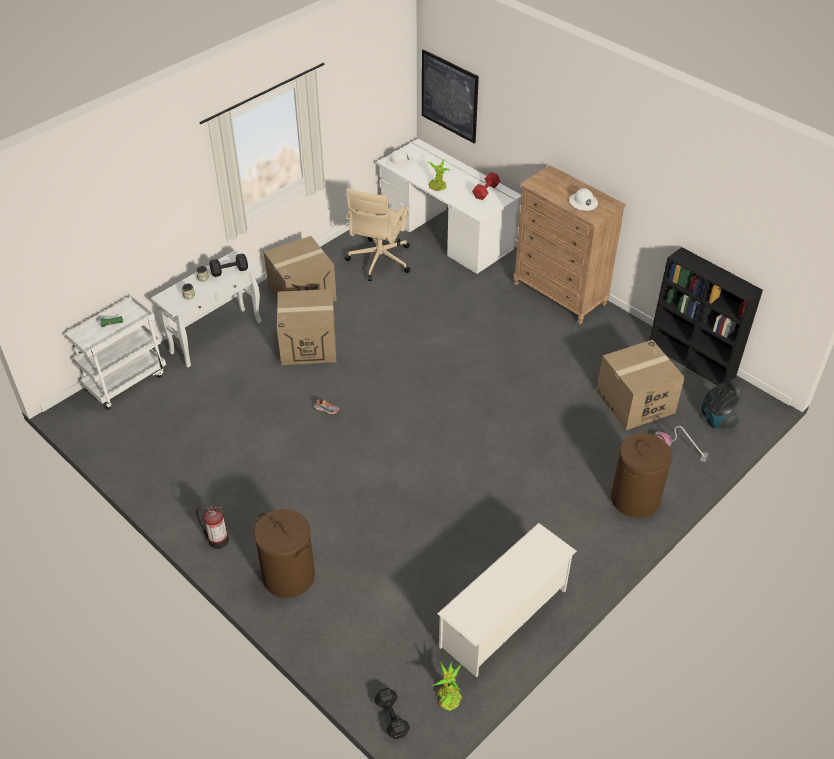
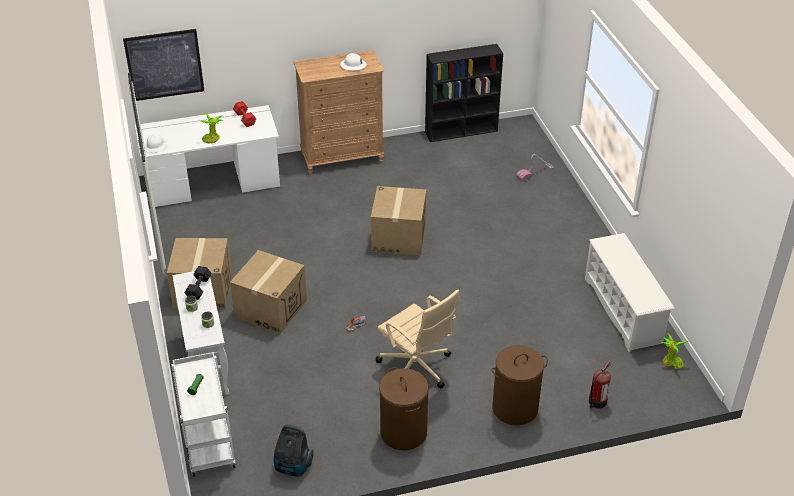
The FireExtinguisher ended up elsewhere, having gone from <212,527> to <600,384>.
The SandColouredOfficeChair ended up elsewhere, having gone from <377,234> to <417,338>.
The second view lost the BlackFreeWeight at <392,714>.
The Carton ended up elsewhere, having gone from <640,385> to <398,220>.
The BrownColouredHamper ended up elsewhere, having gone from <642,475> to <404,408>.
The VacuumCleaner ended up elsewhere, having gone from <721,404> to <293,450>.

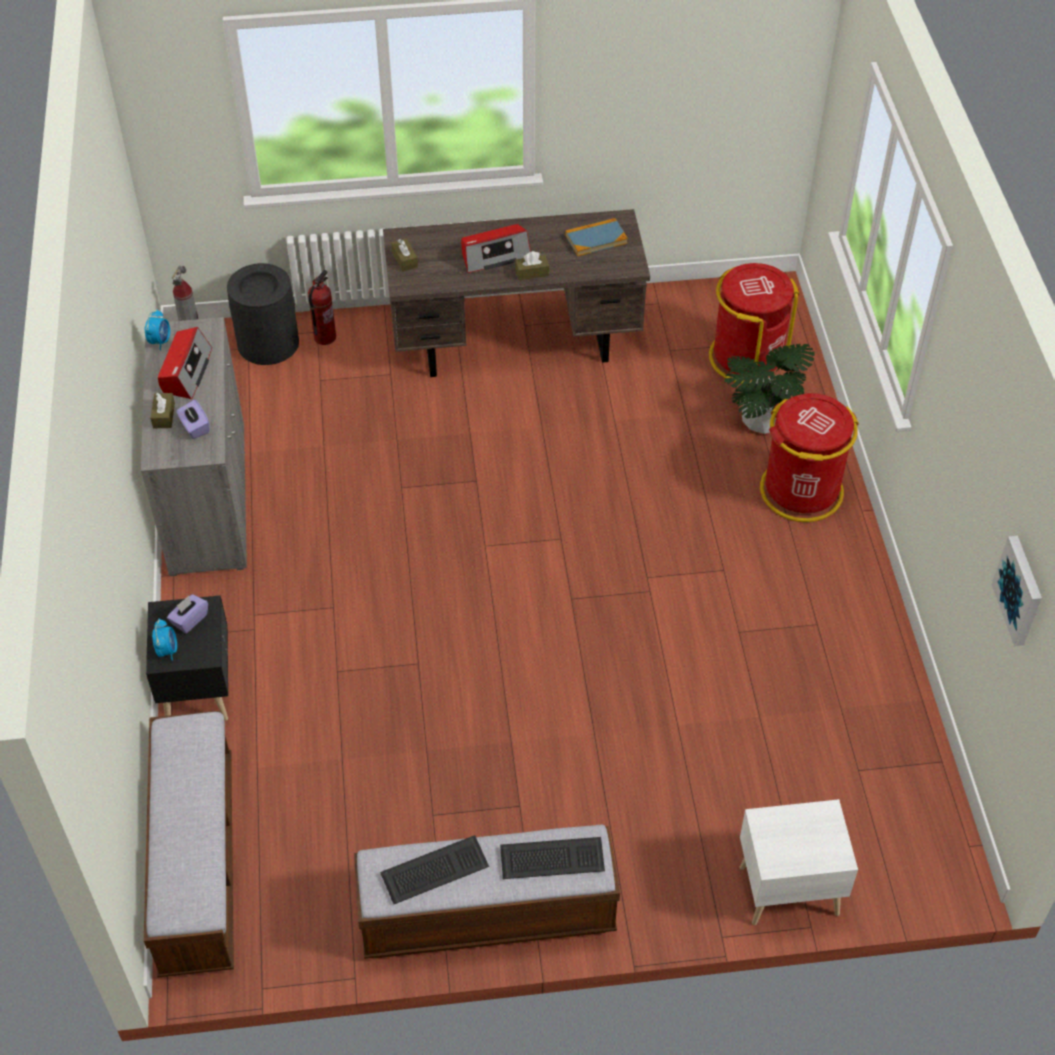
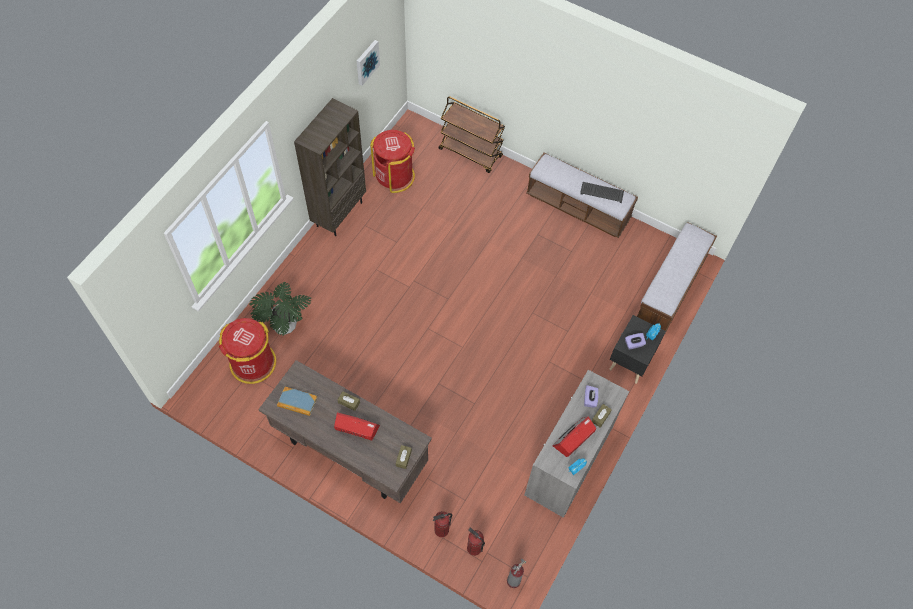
Where the BlackRubbishBin stood at <263,314>, the FireExtinguisher came to stand at <476,542>.
The second view lost the Keyboard at <552,858>.
Where the WhitishNightstand stood at <799,862>, the BrownColouredCart came to stand at <471,134>.
The ReddishRubbishBin ended up elsewhere, having gone from <809,457> to <392,161>.
The second view gained the BrownColouredBookshelf at <330,167>.

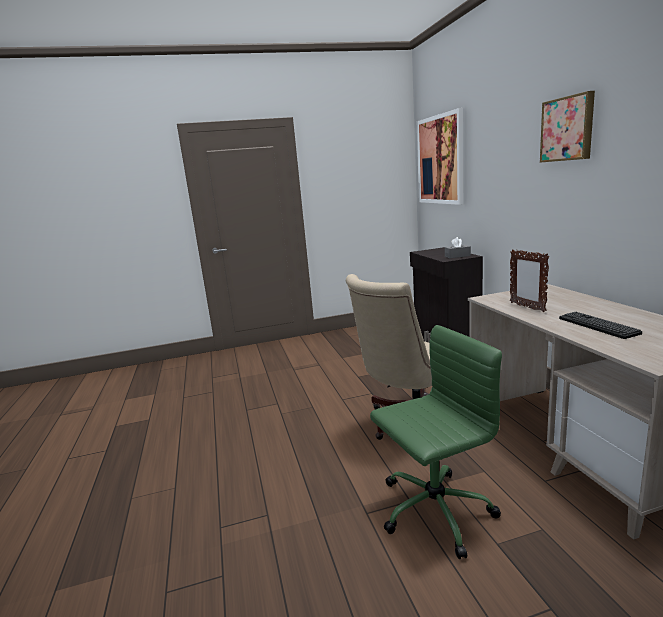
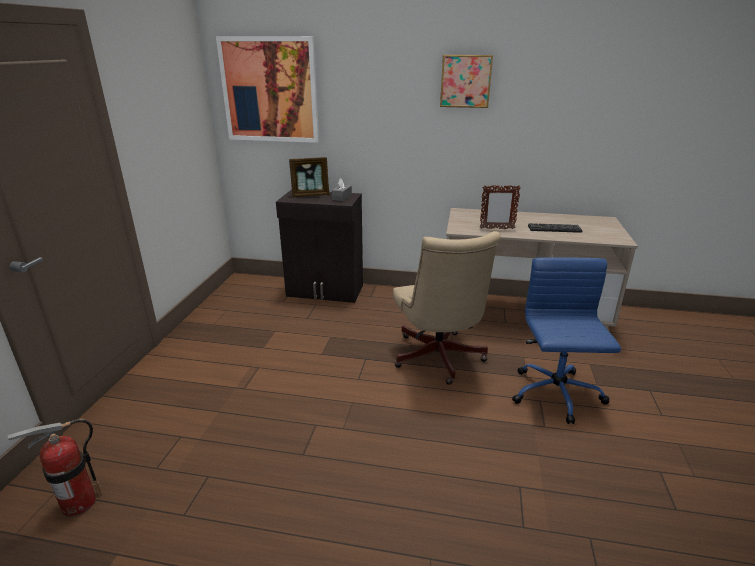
What was the GreenishOfficeChair at <436,442> turned into the BluishOfficeChair at <566,340>.
The second view gained the FireExtinguisher at <54,468>.
The second view gained the StandingFrame at <309,177>.

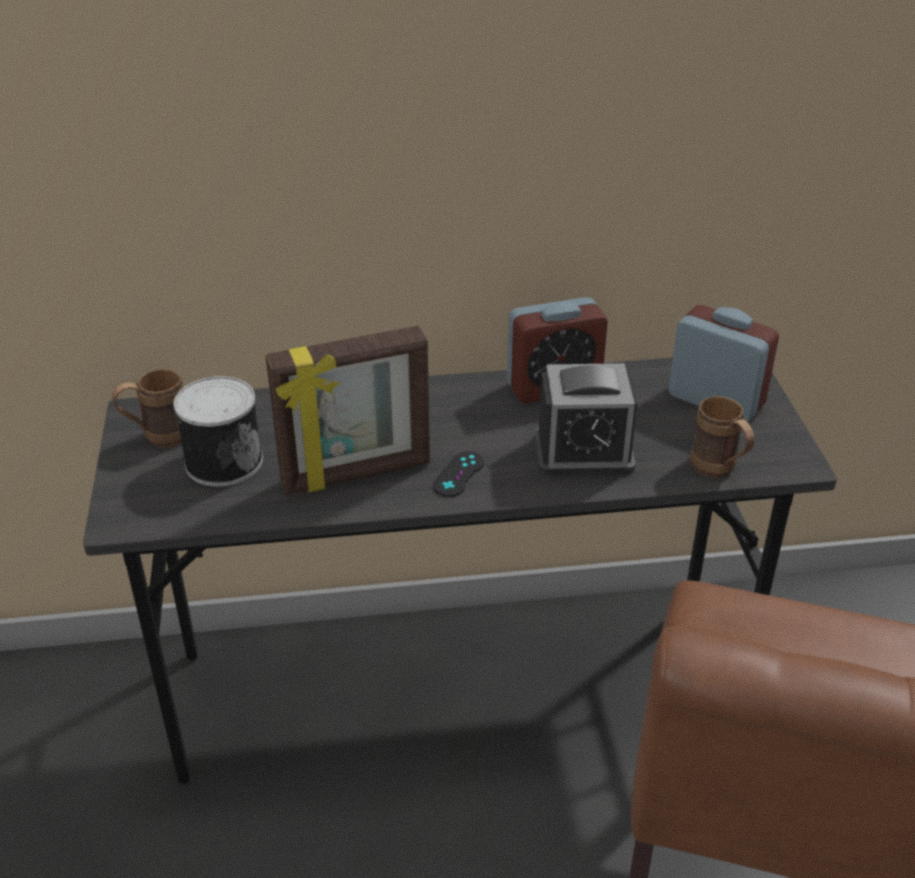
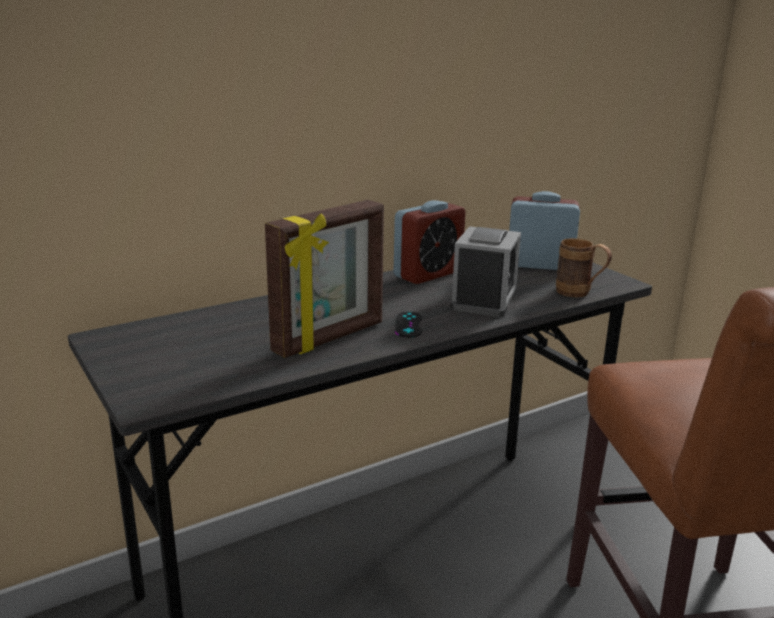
The second view lost the BrownColouredCoffeeMug at <147,408>.
The second view lost the SealedCan at <218,431>.
The TableClock at <586,419> ended up facing another way, 45 degrees counterclockwise from before.

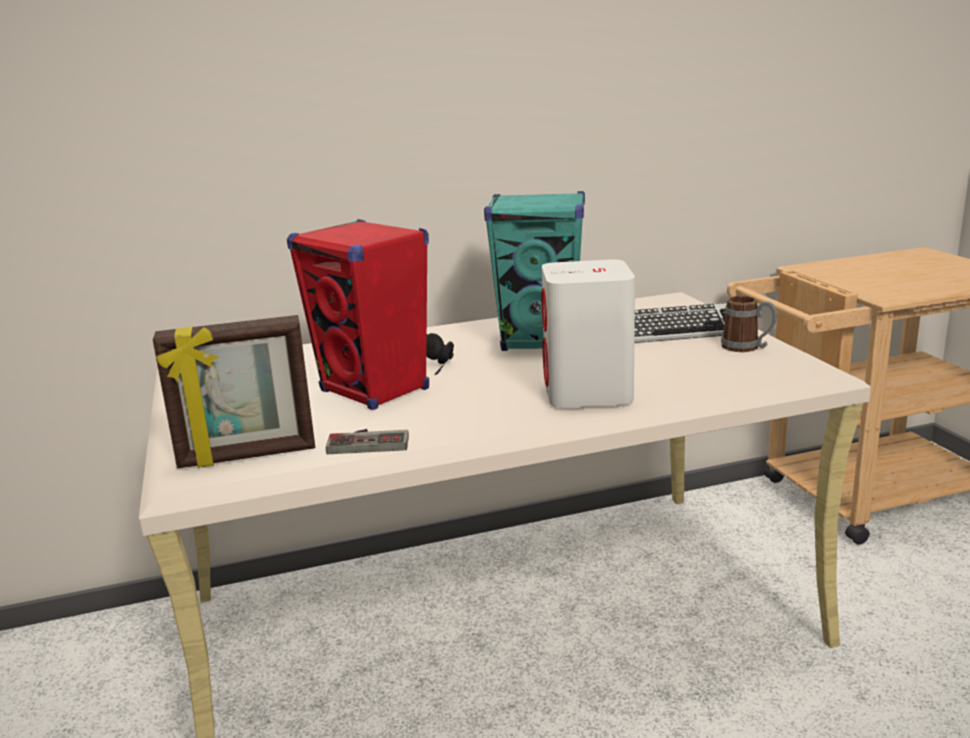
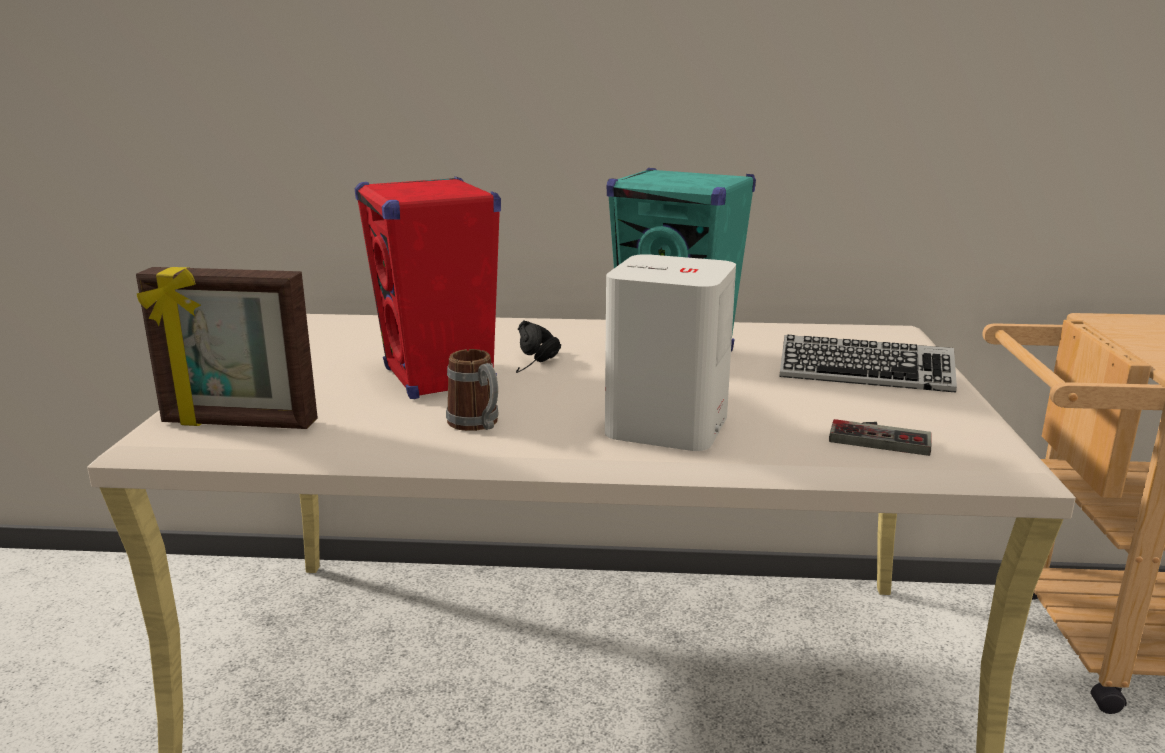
The Gamepad ended up elsewhere, having gone from <367,441> to <880,437>.
The CoffeeMug ended up elsewhere, having gone from <749,324> to <472,390>.

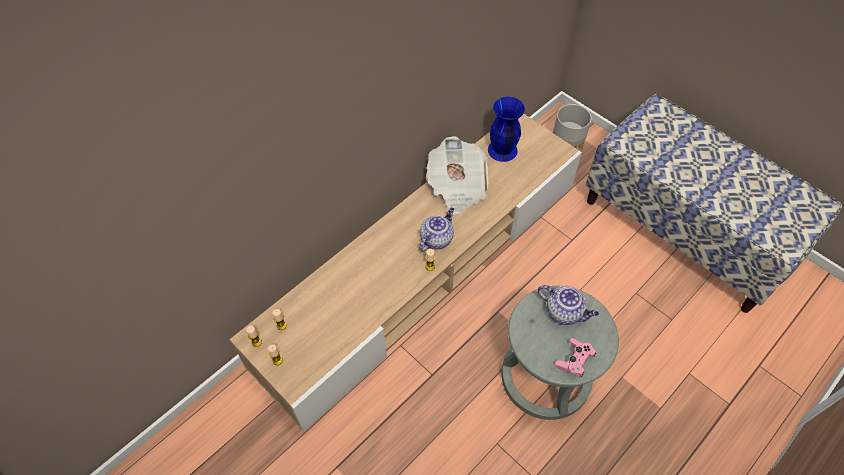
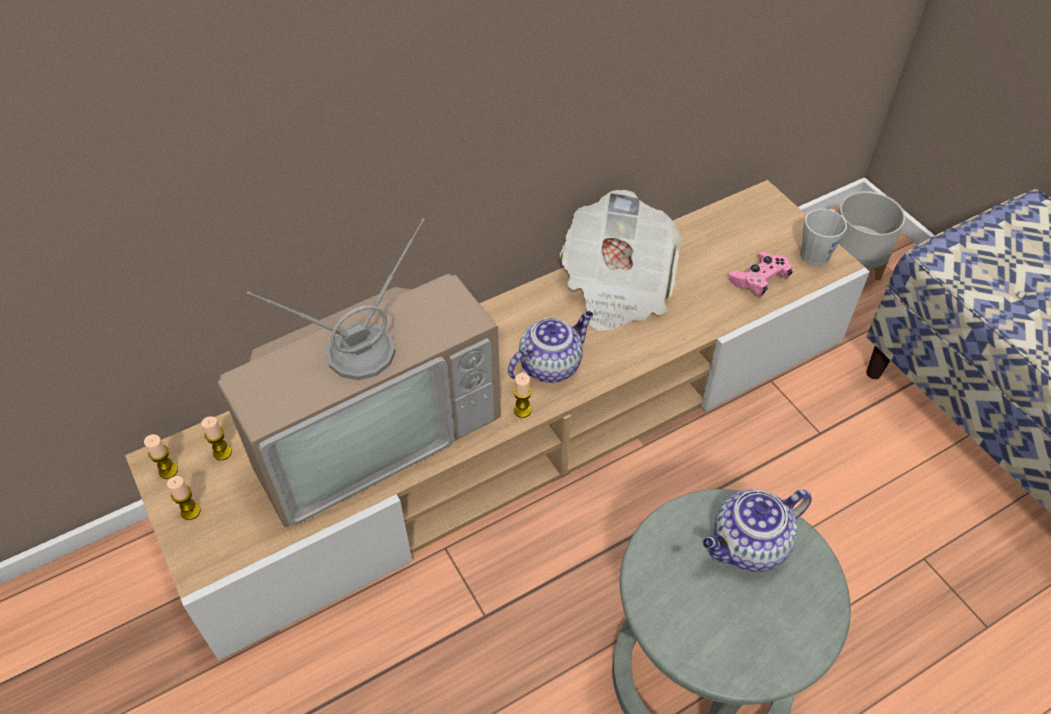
The second view lost the BluishFlowerVase at <506,129>.
The Teapot at <568,305> ended up facing another way, 105 degrees clockwise from before.
The PinkColouredGamepad ended up elsewhere, having gone from <576,357> to <760,274>.
The second view gained the TvSet at <359,372>.
The second view gained the GreyCoffeeMug at <824,237>.

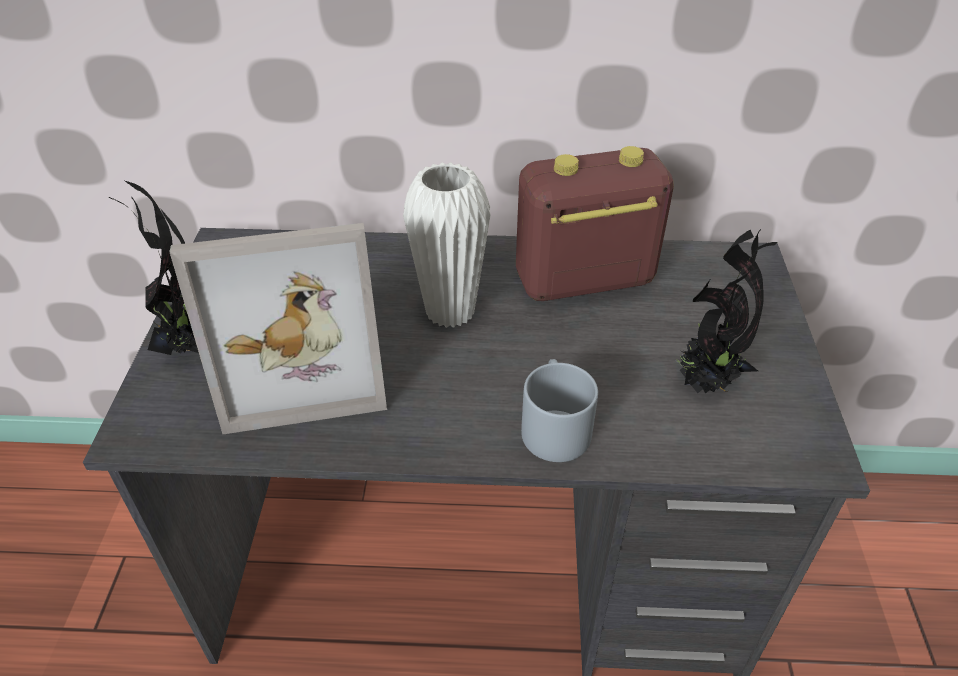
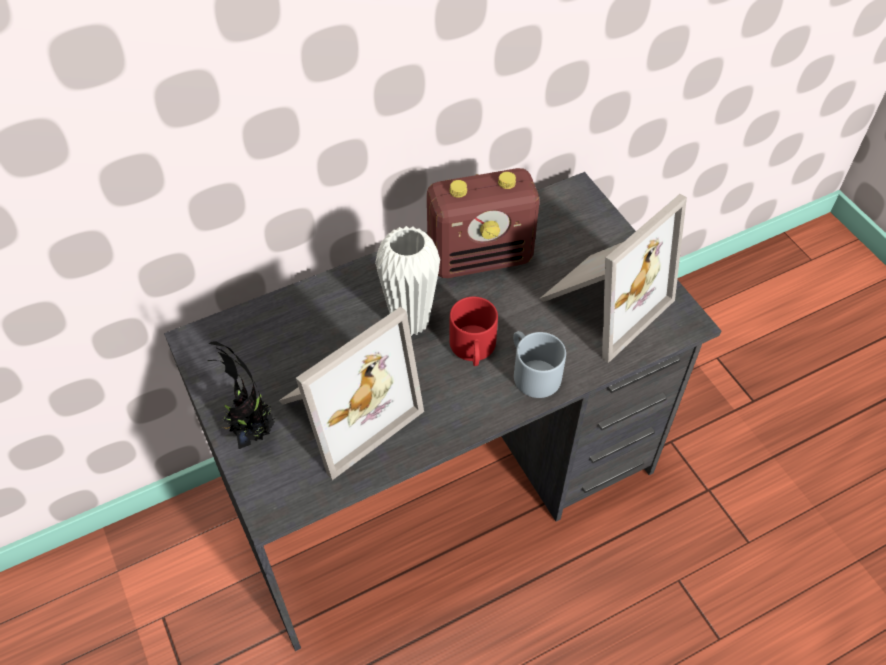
The Radio at <595,223> ended up facing another way, 150 degrees counterclockwise from before.
Where the PlantInAPot stood at <728,310>, the StandingFrame came to stand at <613,278>.
The second view gained the ReddishCoffeeMug at <473,331>.

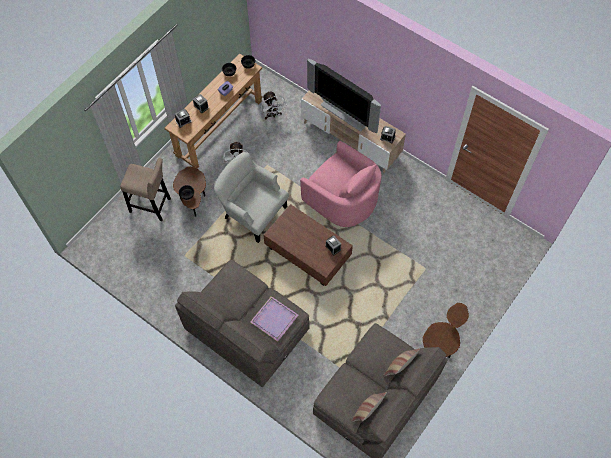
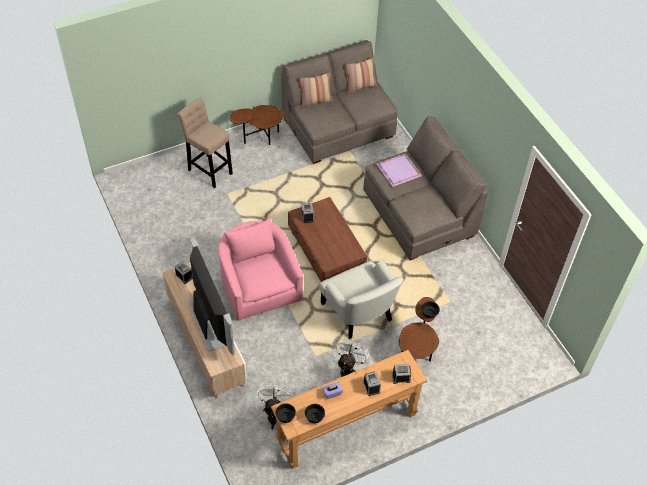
The SandColouredStool ended up elsewhere, having gone from <145,189> to <205,142>.

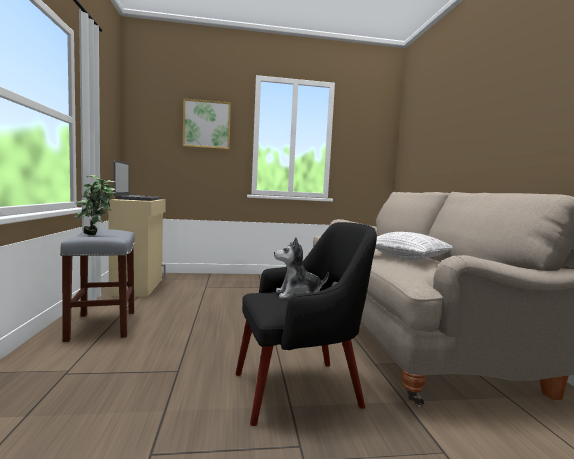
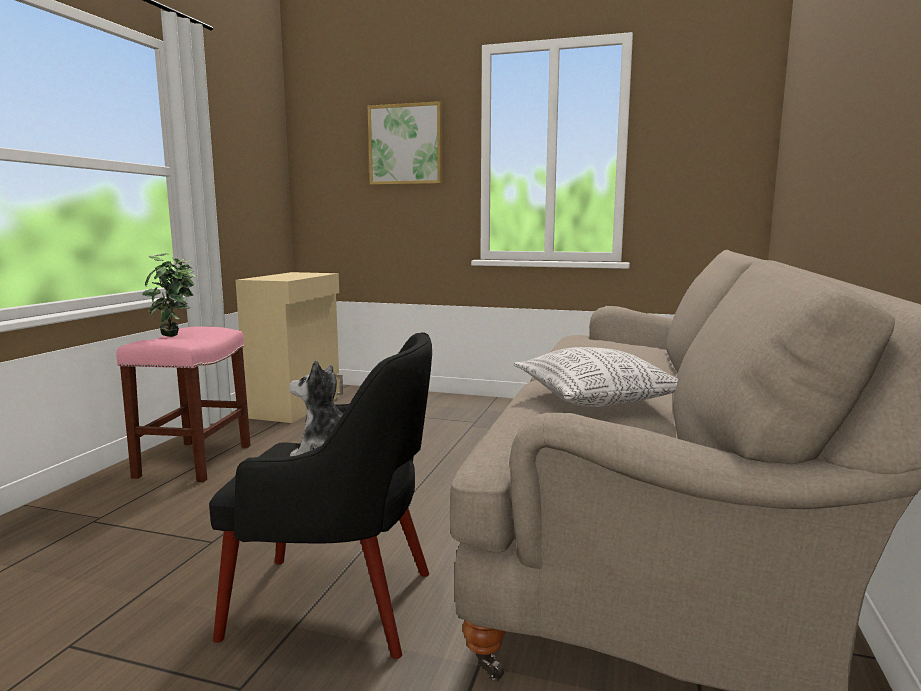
What was the GreyStool at <97,285> turned into the PinkColouredStool at <184,404>.
The second view lost the Laptop at <137,180>.

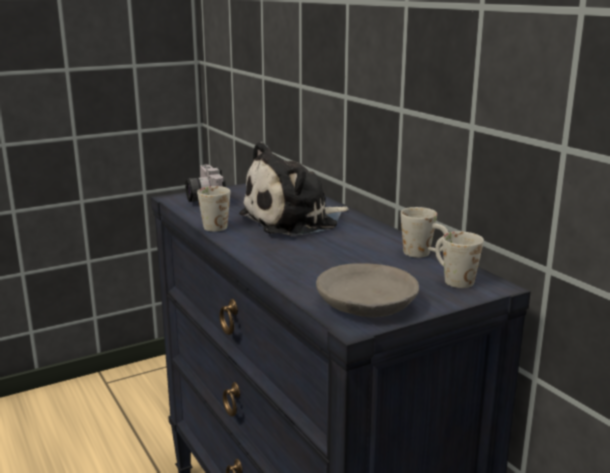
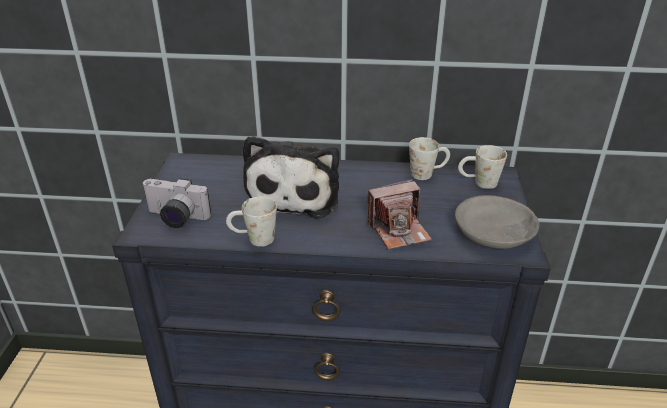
The second view gained the StillCamera at <399,214>.

